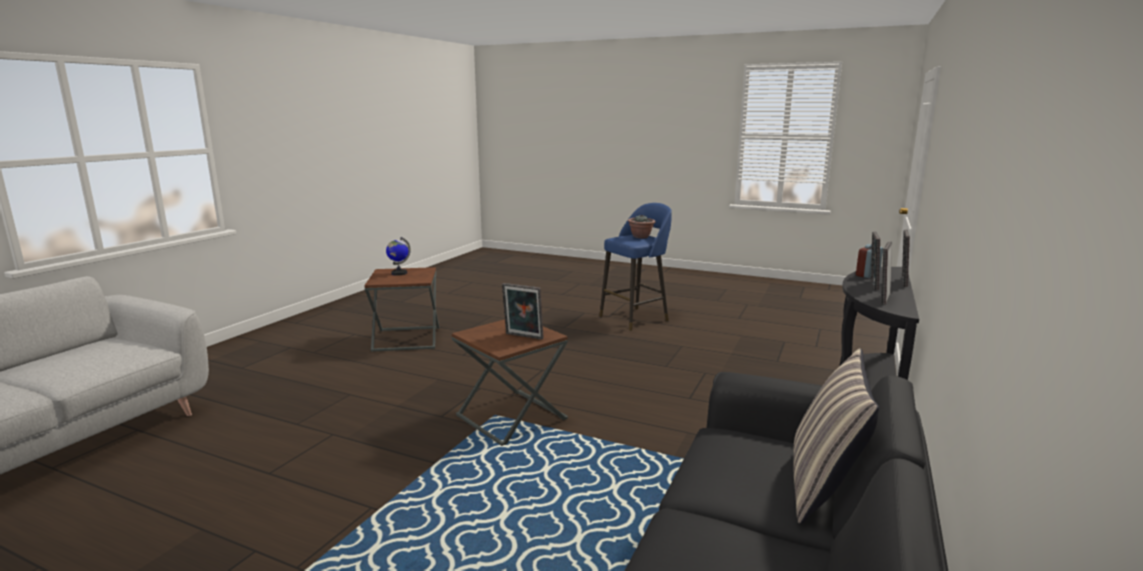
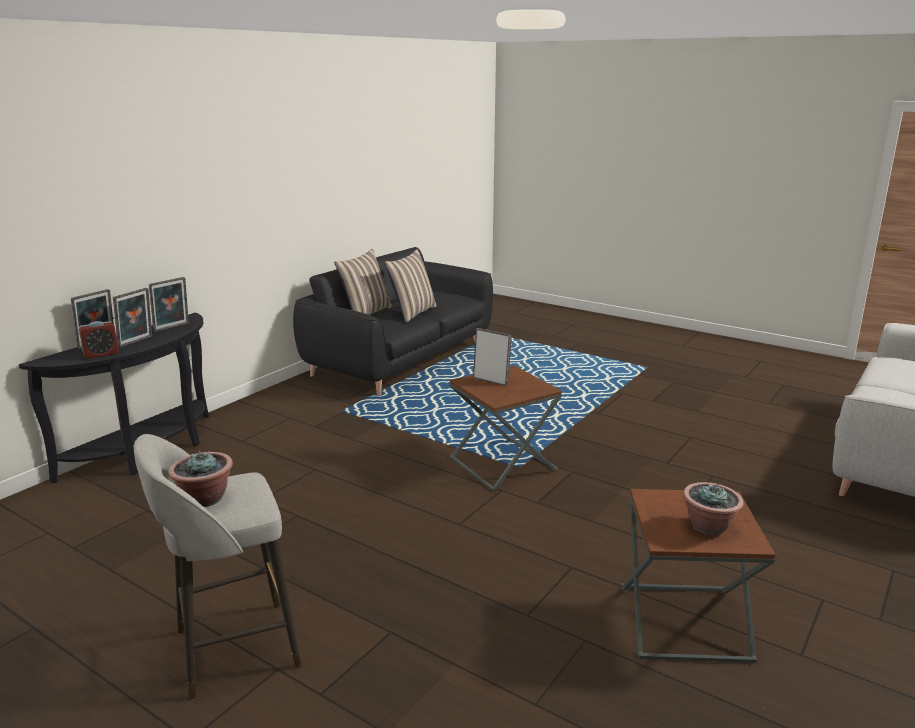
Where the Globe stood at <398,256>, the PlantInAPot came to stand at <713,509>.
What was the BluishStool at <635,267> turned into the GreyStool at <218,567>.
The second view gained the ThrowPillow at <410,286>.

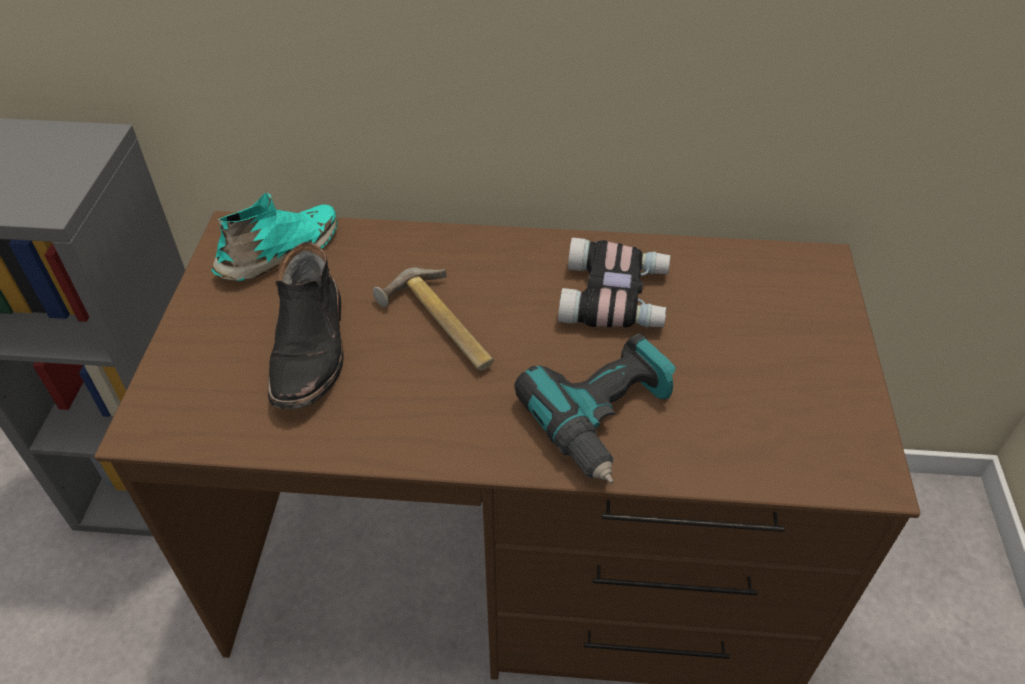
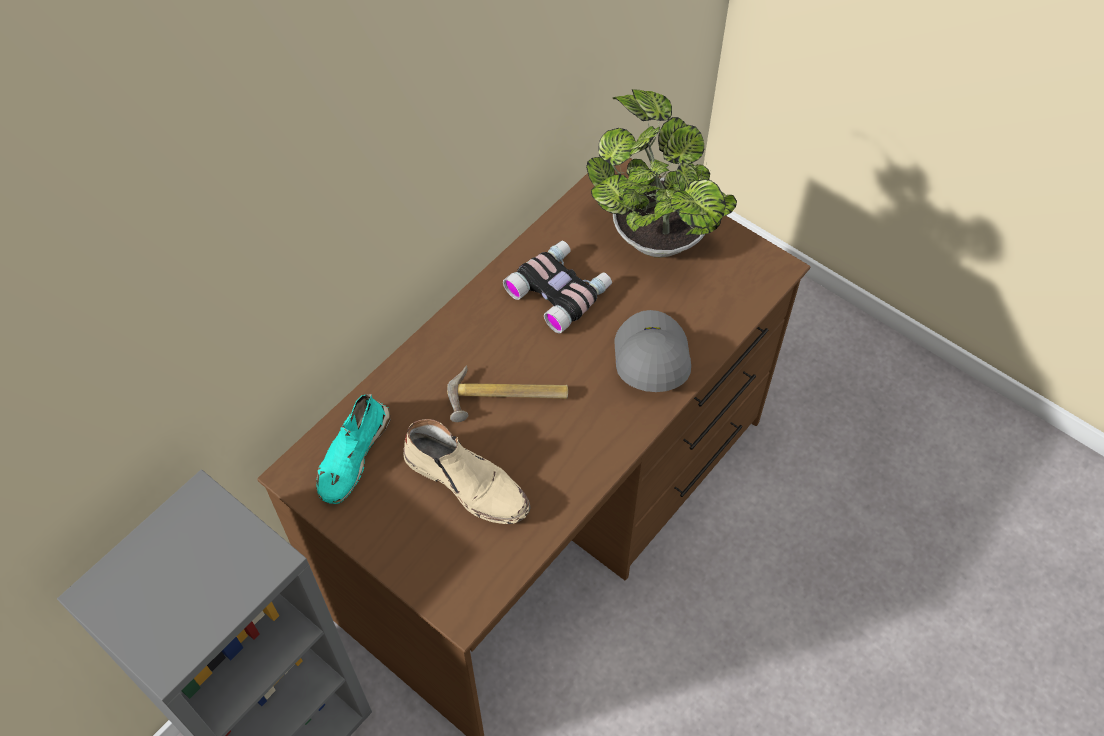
The TurquoiseColouredItemOfFootwear at <274,236> ended up facing another way, 150 degrees counterclockwise from before.
What was the BlackBoot at <306,325> turned into the SandColouredBoot at <467,471>.
Where the Drill stood at <595,409>, the GreyBaseballCap came to stand at <652,351>.
The second view gained the PlantInAPot at <661,173>.

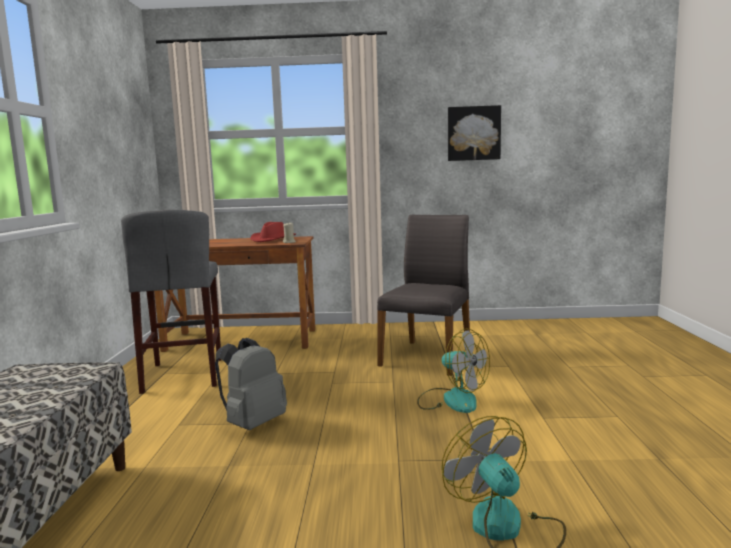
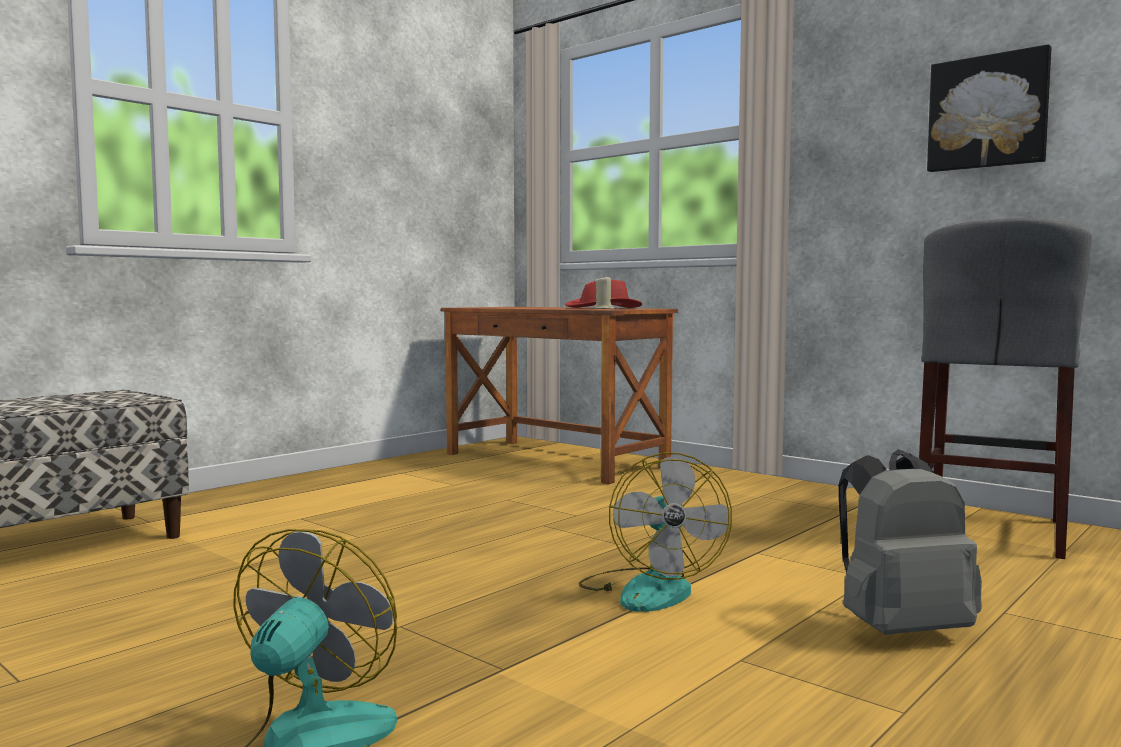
The GreyStool ended up elsewhere, having gone from <171,302> to <1005,388>.
The GreyBackpack ended up elsewhere, having gone from <251,384> to <910,542>.
The second view lost the GreyChair at <423,295>.

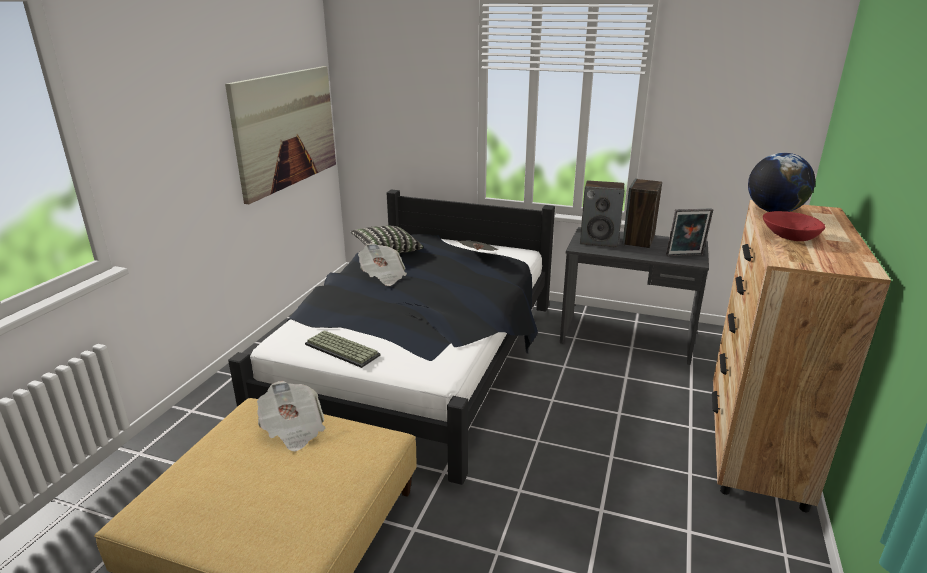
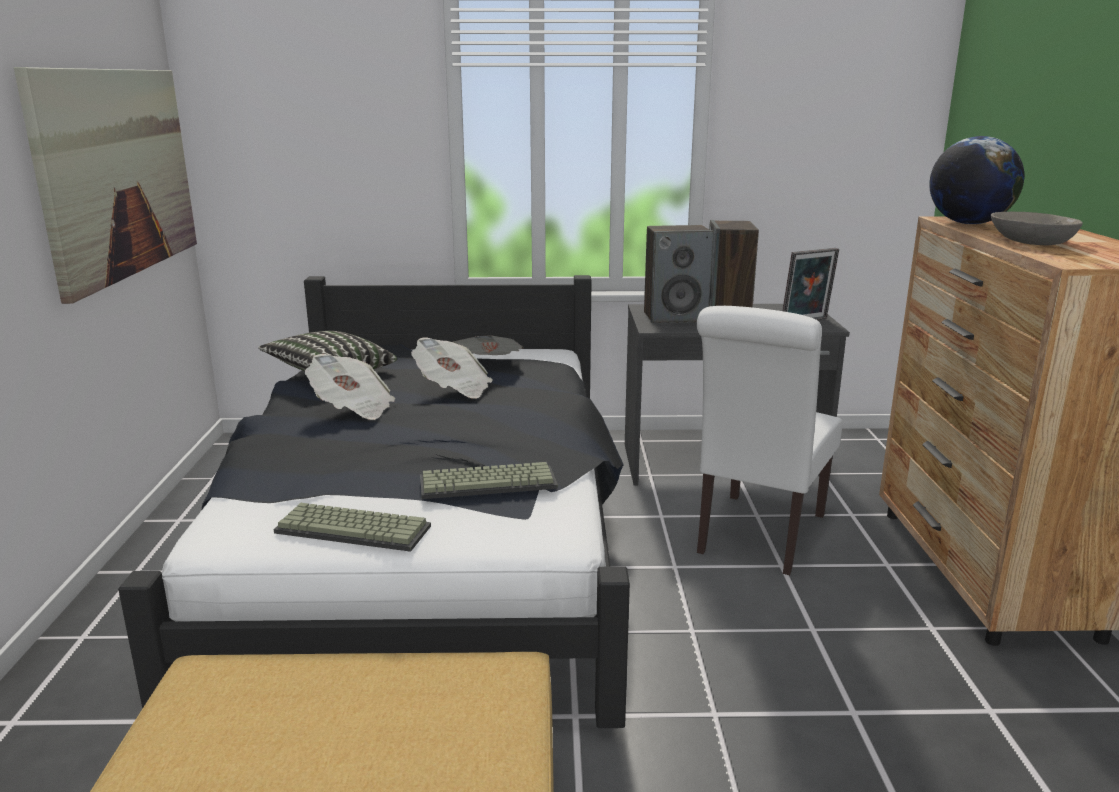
The PrintedPaper ended up elsewhere, having gone from <291,416> to <452,368>.
What was the ReddishServingBowl at <794,226> turned into the GreyServingBowl at <1037,228>.
The second view gained the Keyboard at <489,480>.
The second view gained the WhitishChair at <770,440>.

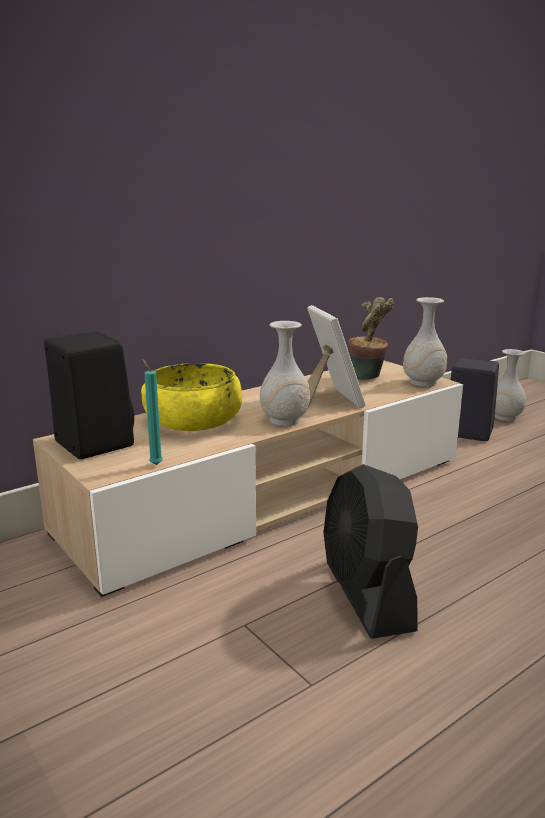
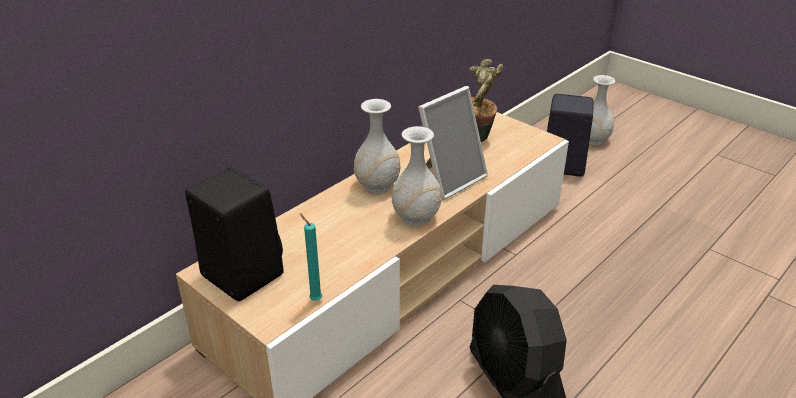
The second view lost the YellowColouredServingBowl at <191,397>.
The StandingFrame at <336,356> ended up facing another way, 75 degrees clockwise from before.
The WhitishFlowerVase ended up elsewhere, having gone from <425,342> to <377,146>.

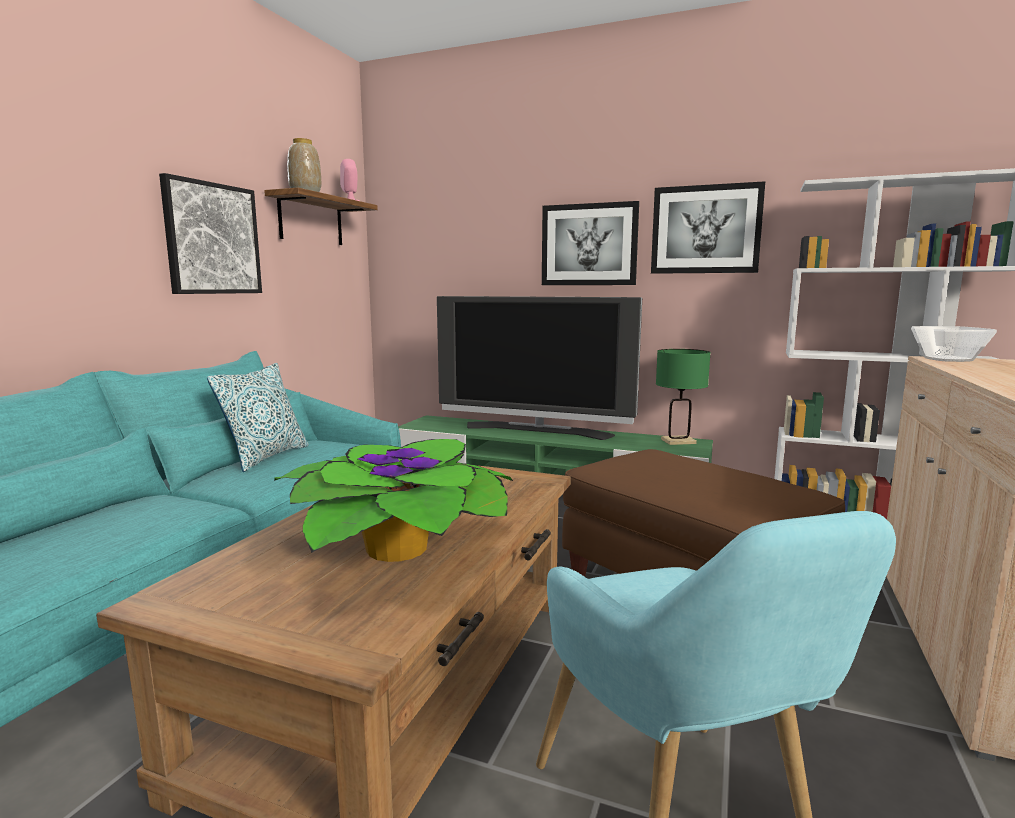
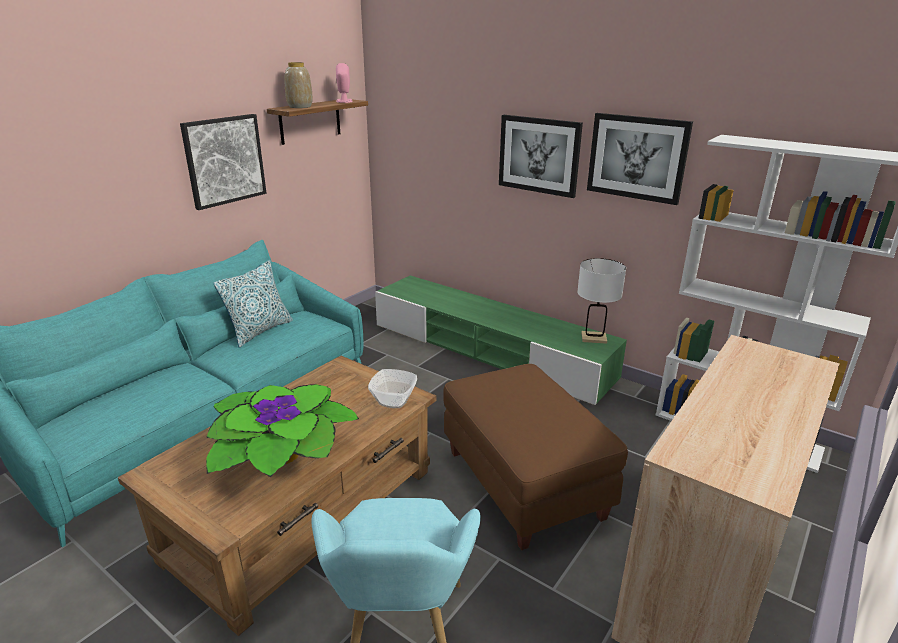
The second view lost the TvSet at <539,368>.
What was the GreenishTabletopLamp at <683,397> turned into the WhitishTabletopLamp at <601,301>.
The ServingBowl ended up elsewhere, having gone from <954,344> to <392,388>.

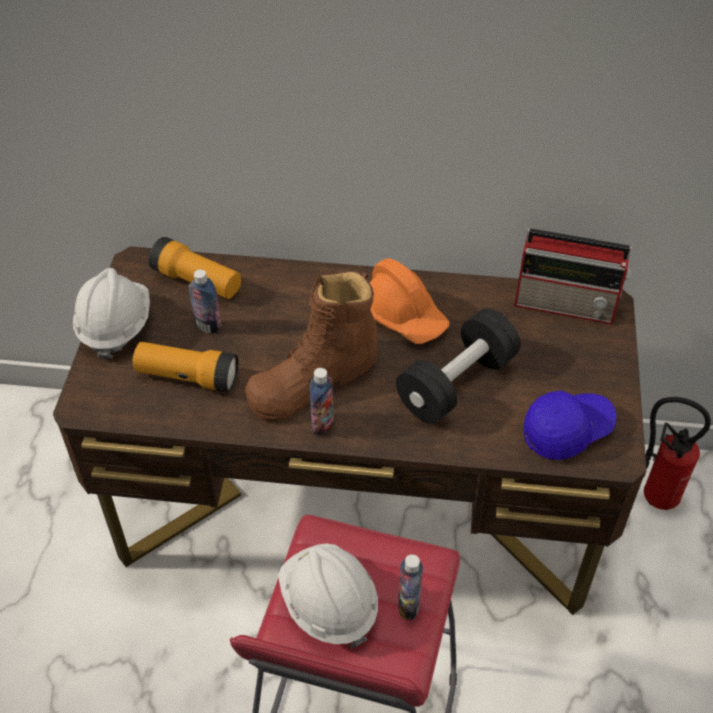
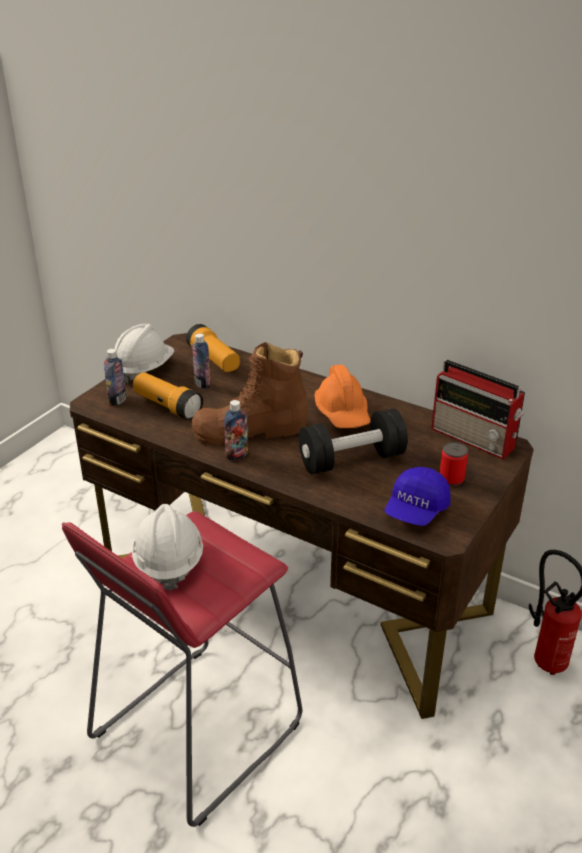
The DrinkBottle ended up elsewhere, having gone from <410,587> to <115,377>.
The BluishBaseballCap at <570,425> ended up facing another way, 120 degrees clockwise from before.
The second view gained the SealedCan at <453,464>.

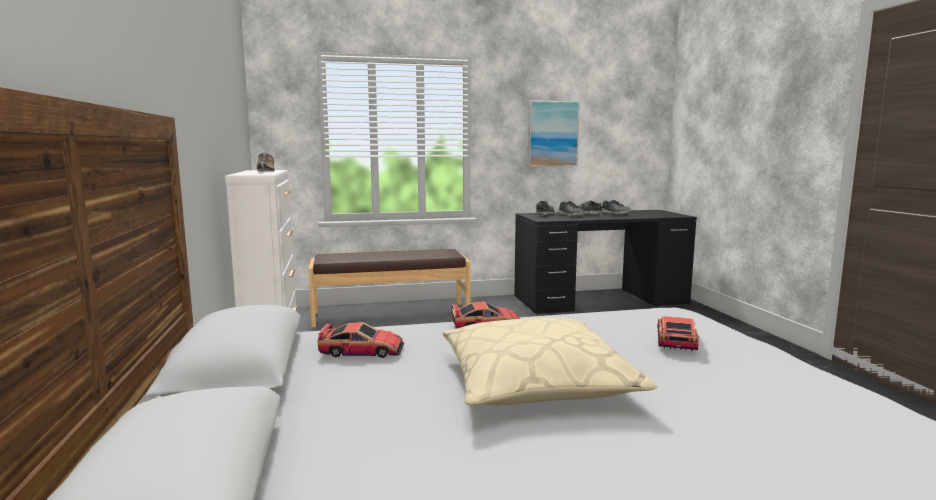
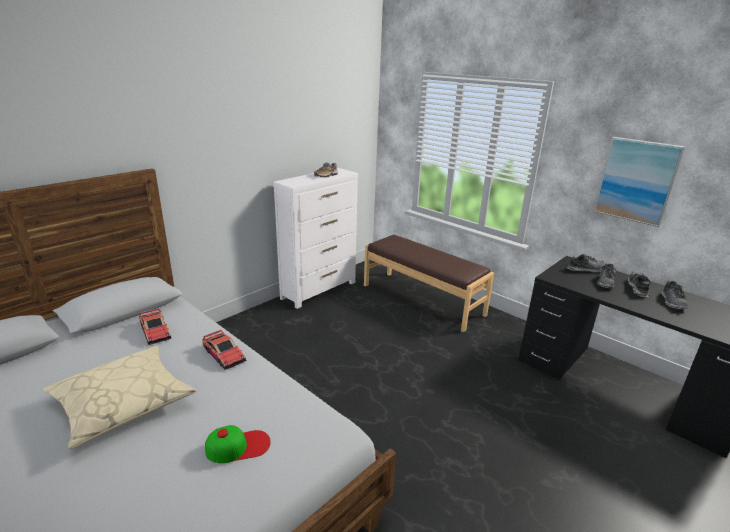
Where the ModelCar stood at <678,333>, the BaseballCap came to stand at <238,444>.

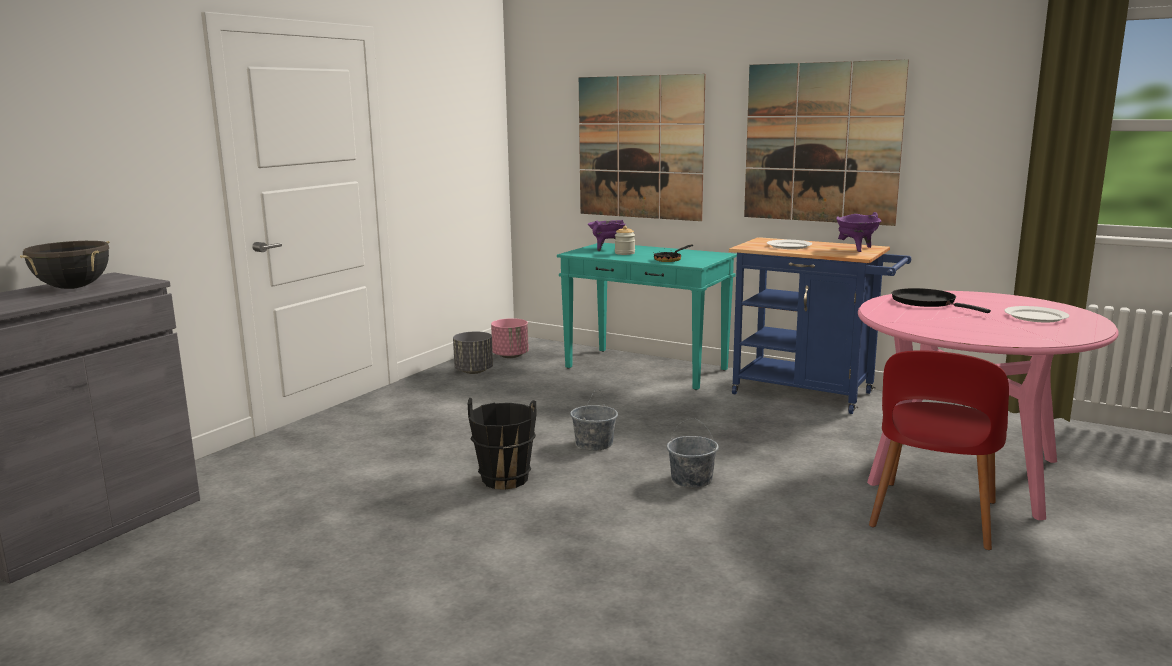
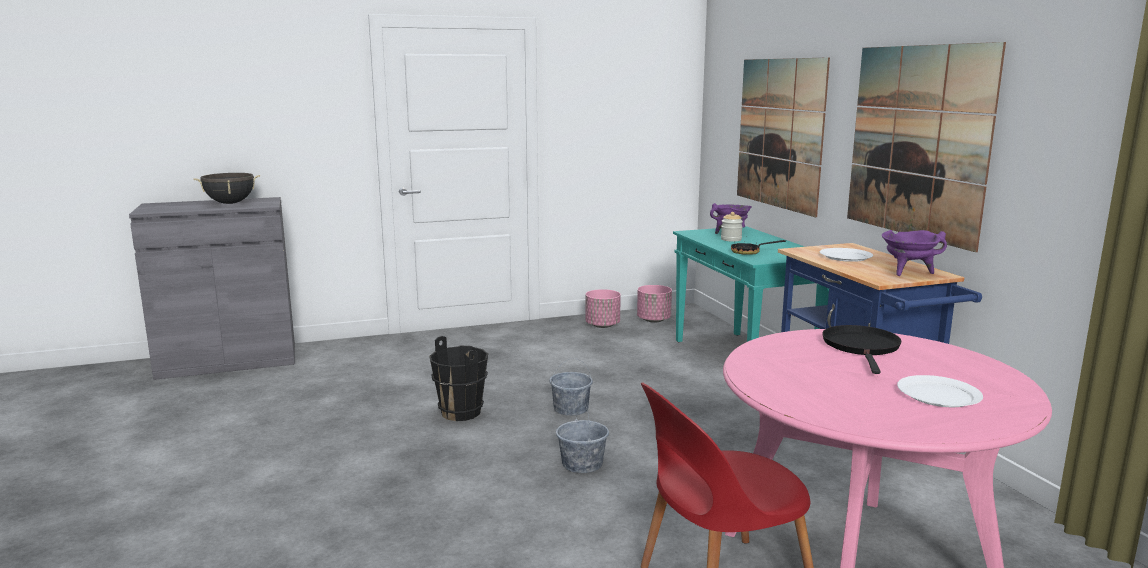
What was the GreyPlantPot at <473,352> turned into the PinkColouredPlantPot at <603,308>.

